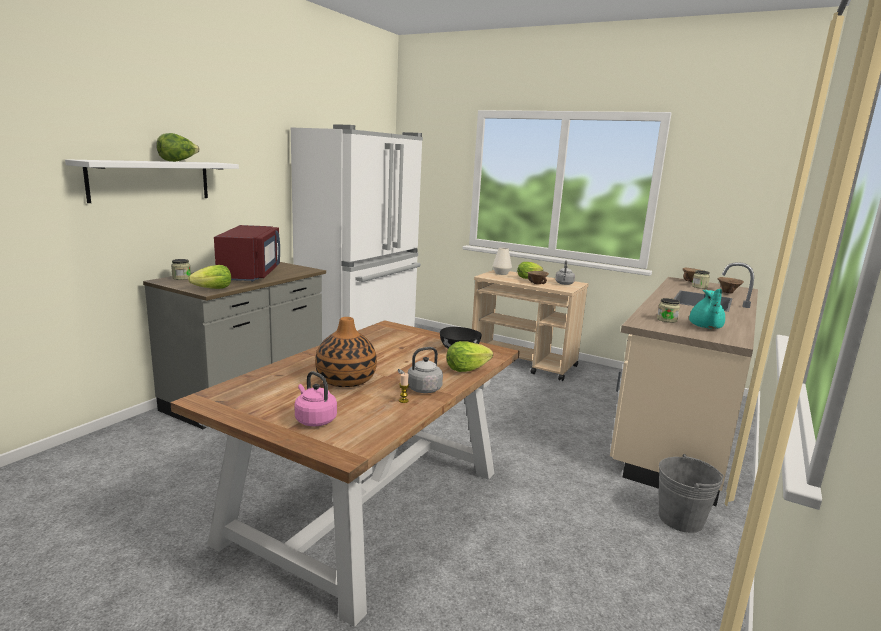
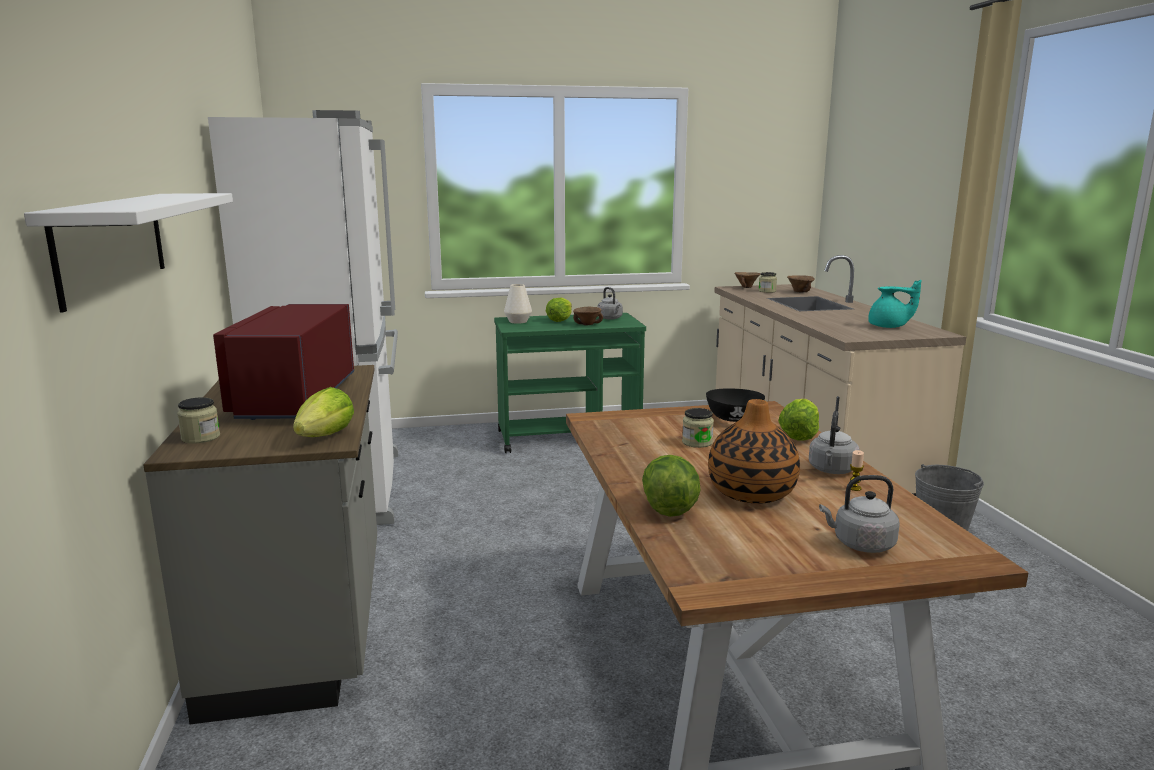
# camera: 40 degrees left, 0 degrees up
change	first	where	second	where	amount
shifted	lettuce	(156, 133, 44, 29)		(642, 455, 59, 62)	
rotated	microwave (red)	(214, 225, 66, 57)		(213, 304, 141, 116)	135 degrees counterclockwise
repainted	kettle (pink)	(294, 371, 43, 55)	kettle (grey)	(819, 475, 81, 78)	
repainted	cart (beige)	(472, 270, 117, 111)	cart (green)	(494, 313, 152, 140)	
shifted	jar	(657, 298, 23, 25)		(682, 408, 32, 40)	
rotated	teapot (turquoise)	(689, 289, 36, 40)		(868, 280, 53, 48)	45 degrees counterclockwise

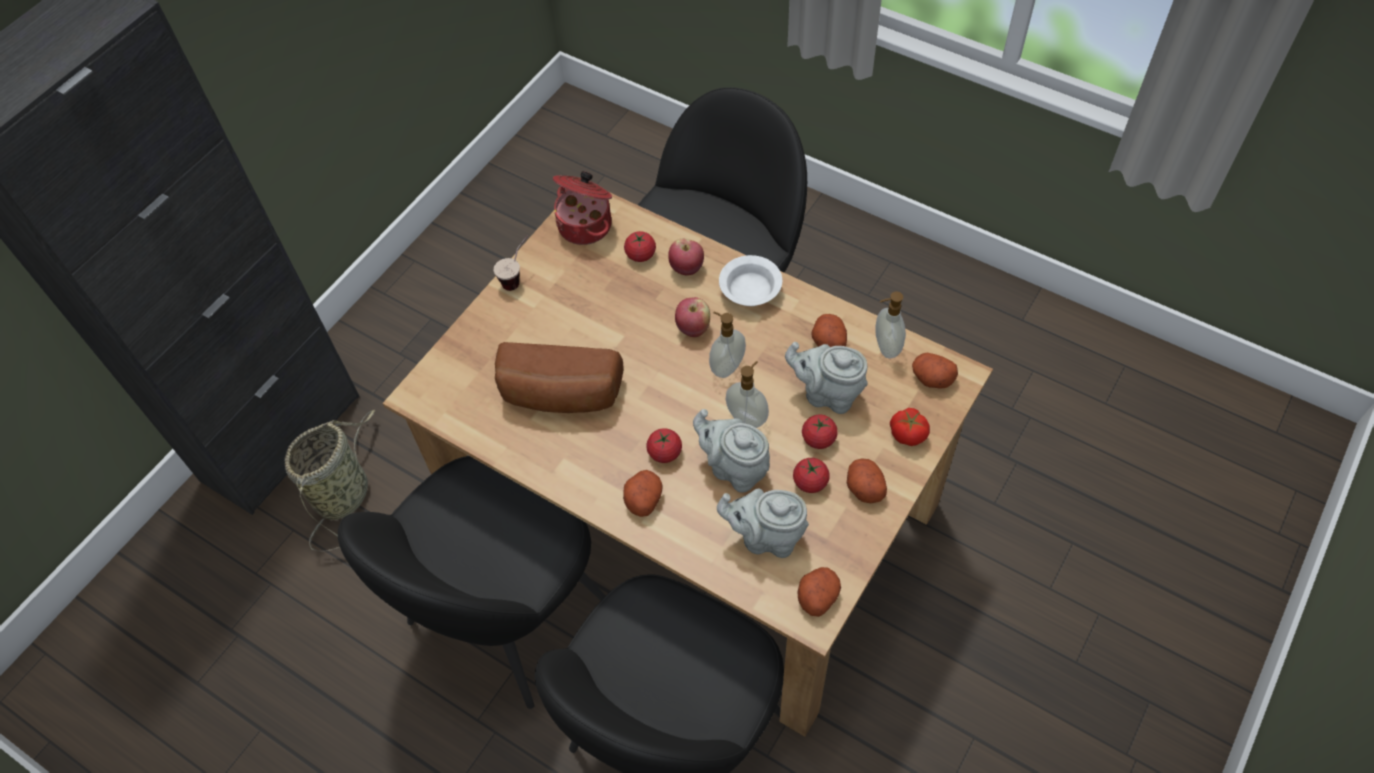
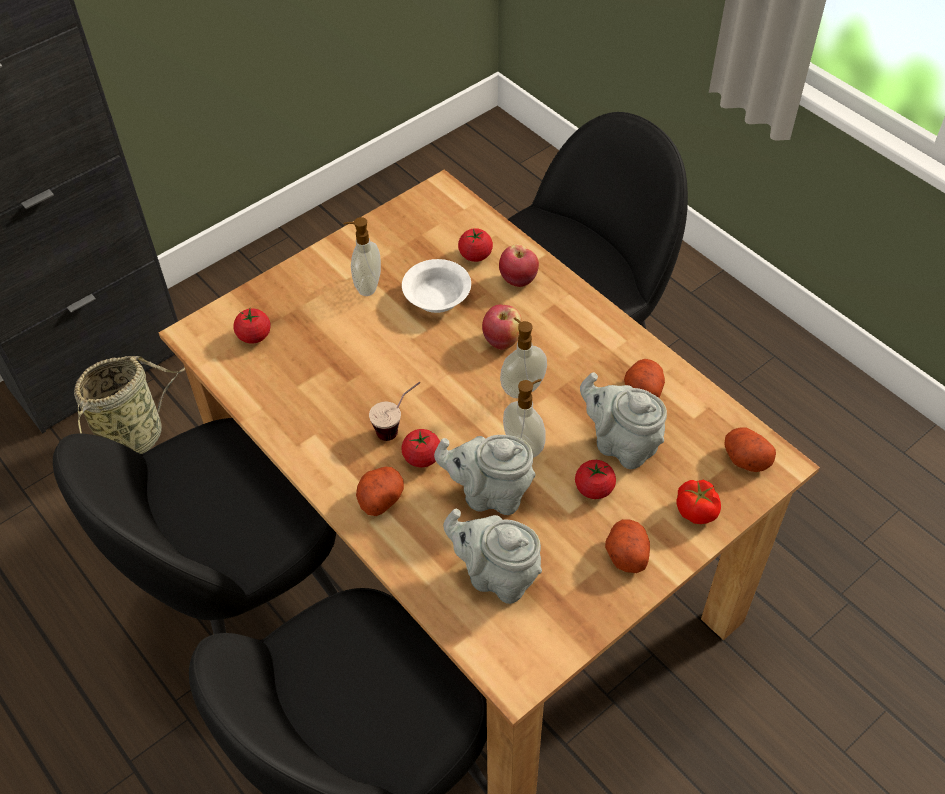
# camera: 15 degrees right, 5 degrees down
change	first	where	second	where	amount
shifted	cup	(494, 235, 34, 56)		(369, 382, 51, 59)	
gone	bread	(495, 342, 129, 71)			
gone	cooking pot	(553, 171, 59, 74)			
rotated	teapot (grey)	(693, 409, 77, 84)		(434, 435, 102, 80)	45 degrees counterclockwise
shifted	bowl (white)	(719, 255, 63, 51)		(402, 259, 69, 54)	
shifted	tomato	(793, 458, 37, 35)		(233, 308, 38, 36)	
gone	potato	(798, 567, 43, 50)			
shifted	soap dispenser	(875, 292, 31, 66)		(344, 217, 37, 79)	

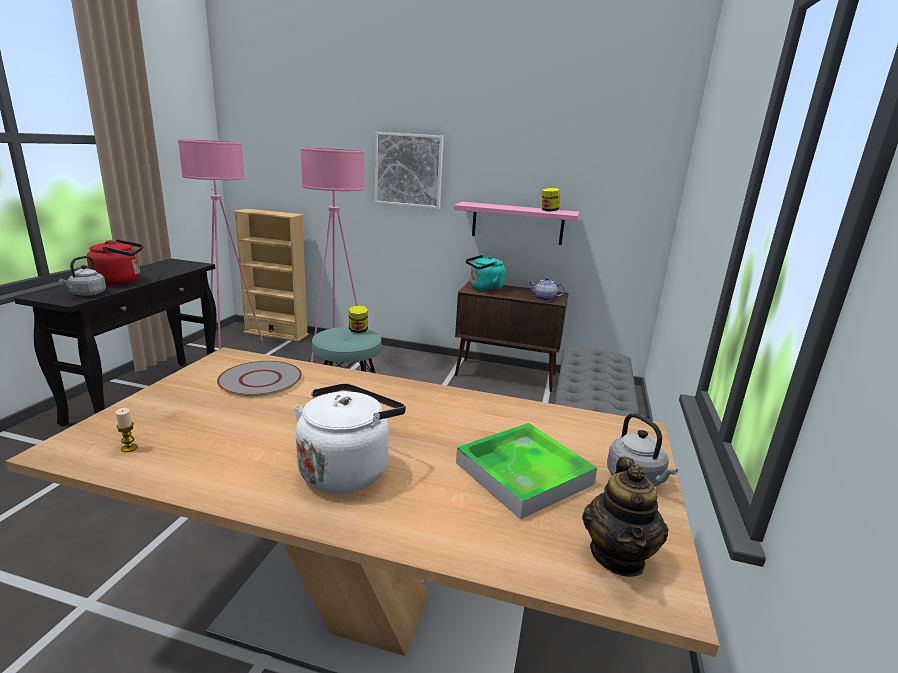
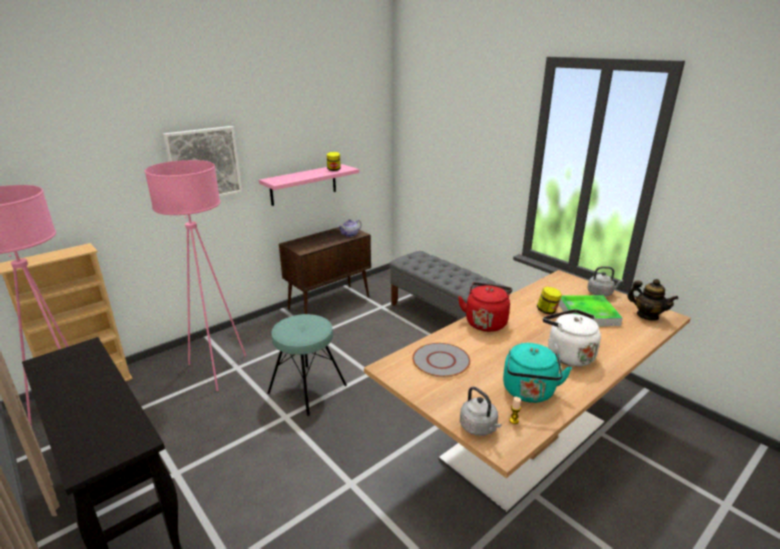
# camera: 55 degrees left, 5 degrees up
change	first	where	second	where	amount
shifted	kettle (grey)	(59, 256, 47, 40)		(460, 387, 41, 49)	
shifted	kettle (red)	(87, 239, 56, 46)		(458, 282, 54, 50)	
shifted	jar	(349, 305, 19, 28)		(537, 287, 25, 28)	
shifted	kettle (turquoise)	(465, 255, 40, 37)		(503, 343, 69, 60)	

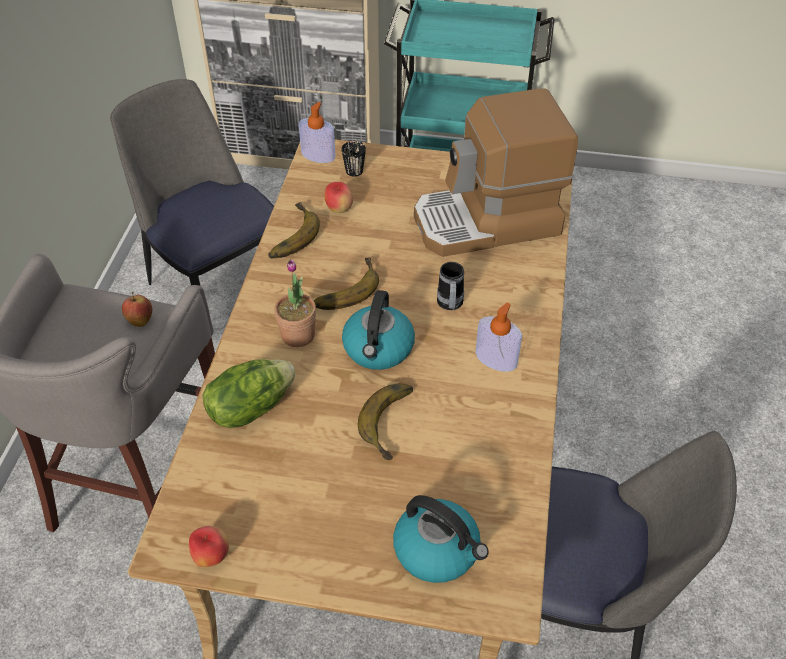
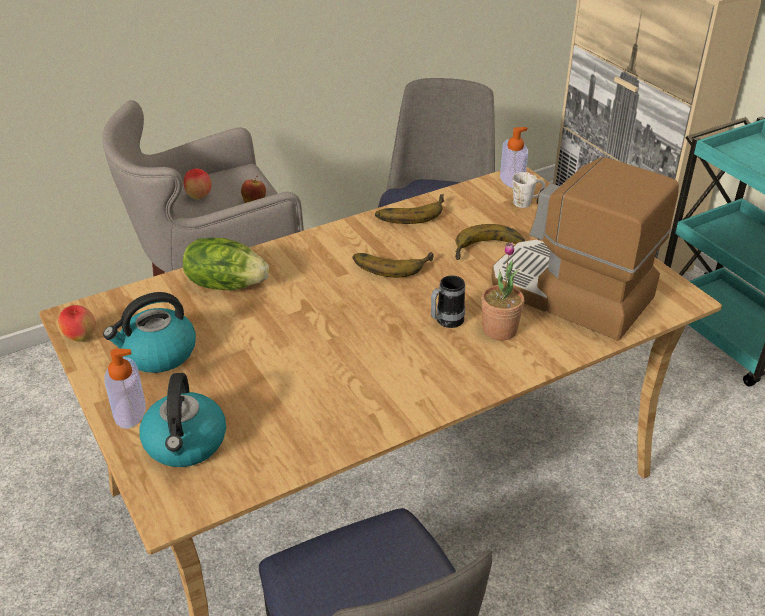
# camera: 50 degrees right, 10 degrees down
change	first	where	second	where	amount
shifted	potted plant	(274, 259, 42, 88)		(482, 242, 42, 99)	
shifted	apple	(324, 182, 29, 31)		(184, 169, 27, 30)	
repainted	mug (black)	(342, 141, 24, 36)	mug (white)	(512, 172, 33, 36)	
shifted	kettle	(342, 290, 73, 80)		(103, 292, 93, 81)	
shifted	banana	(358, 383, 55, 77)		(454, 224, 71, 36)	
shifted	soap dispenser	(475, 303, 47, 69)		(104, 348, 42, 81)	

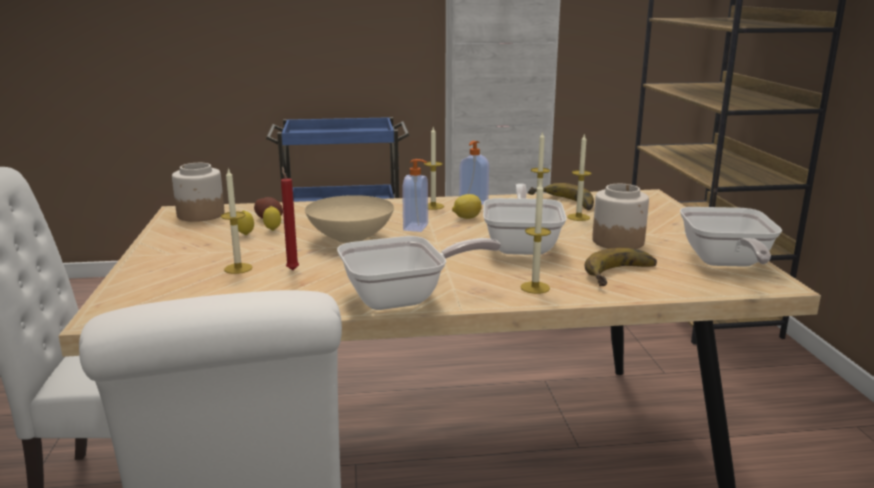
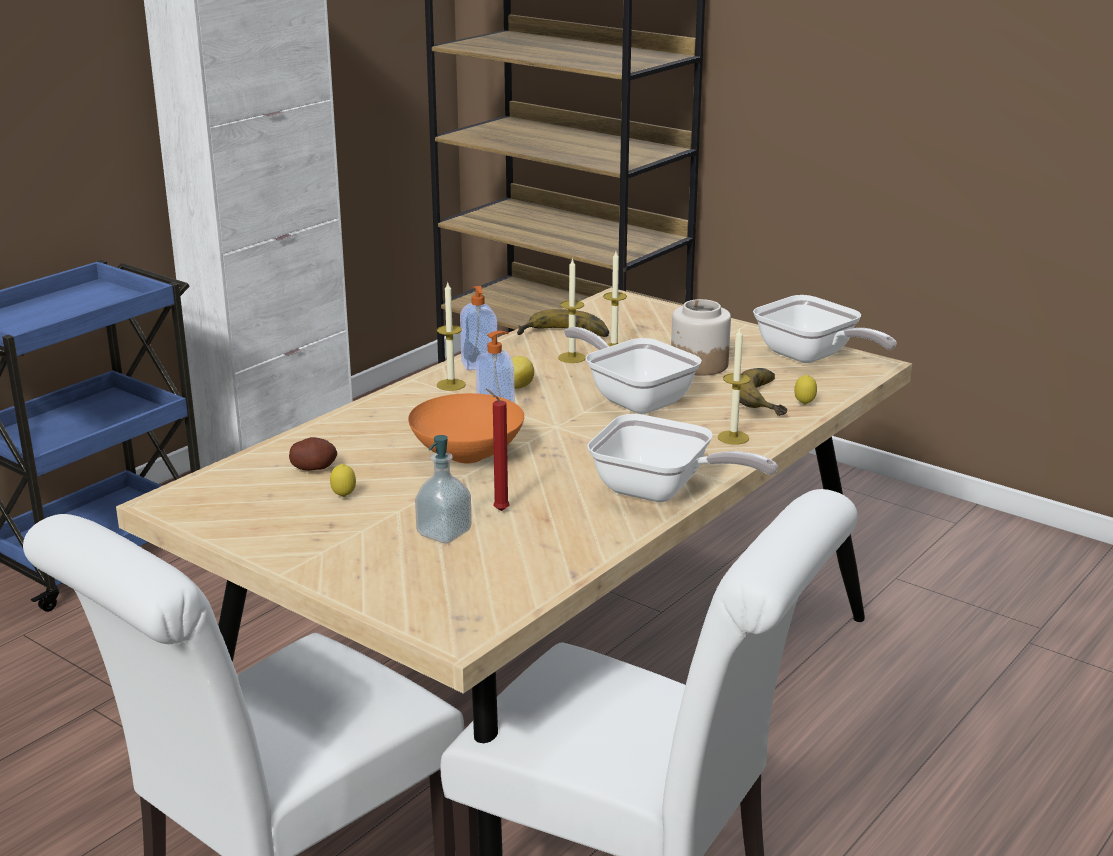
# camera: 45 degrees left, 5 degrees up
change	first	where	second	where	amount
gone	jar	(172, 163, 52, 59)			
swapped	candle	(221, 168, 32, 106)	soap dispenser	(415, 435, 57, 109)	
shifted	lemon	(263, 206, 18, 25)		(794, 375, 23, 30)	
repainted	bowl (beige)	(305, 195, 89, 48)	bowl (orange)	(408, 393, 116, 70)	
rotated	frying pan	(337, 236, 164, 74)		(587, 414, 191, 88)	90 degrees clockwise

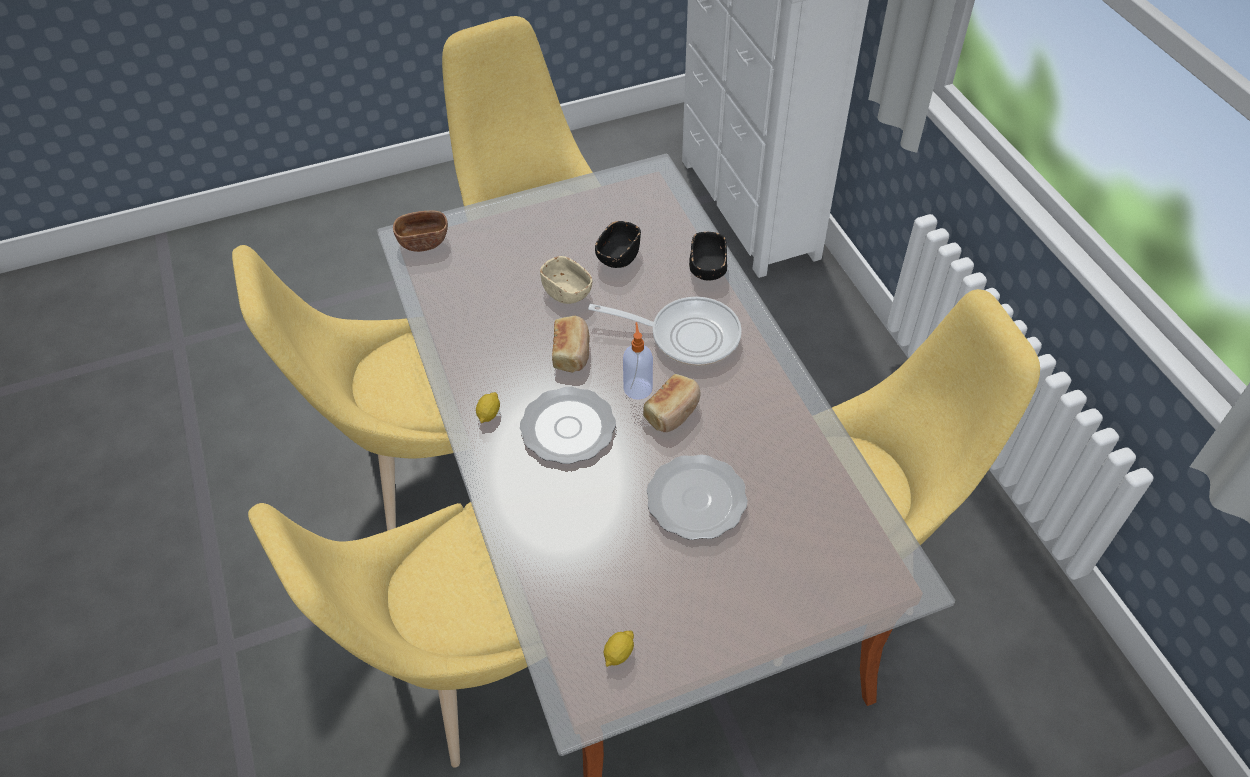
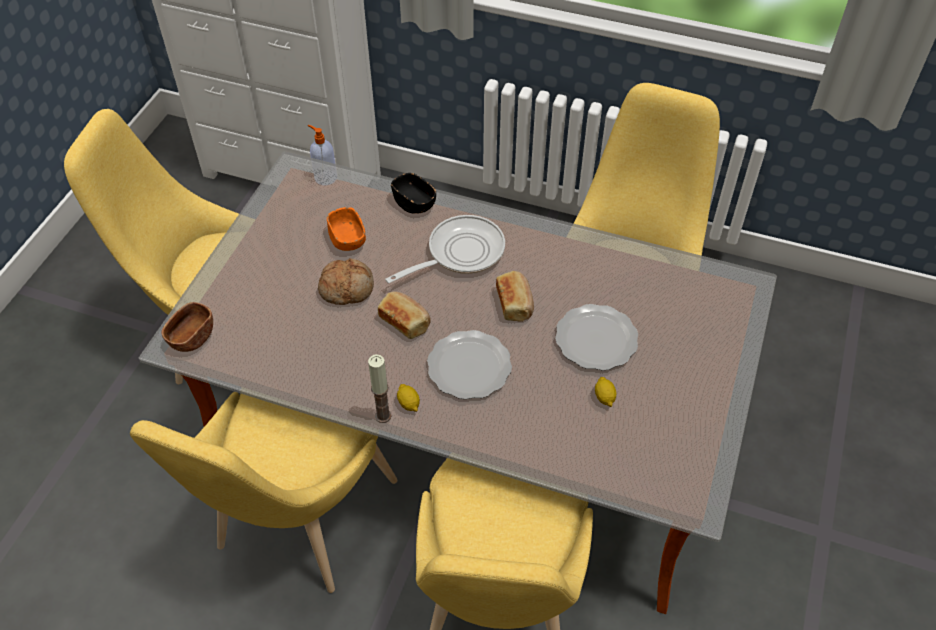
# camera: 50 degrees left, 0 degrees up
change	first	where	second	where	amount
swapped	bowl (beige)	(540, 256, 52, 48)	bread	(318, 258, 56, 47)	
repainted	bowl (black)	(595, 221, 46, 47)	bowl (orange)	(327, 207, 39, 44)	
shifted	lemon	(604, 631, 30, 36)		(595, 377, 21, 30)	
shifted	soap dispenser	(623, 322, 30, 78)		(308, 125, 29, 60)	
new			candle	(368, 354, 24, 69)	

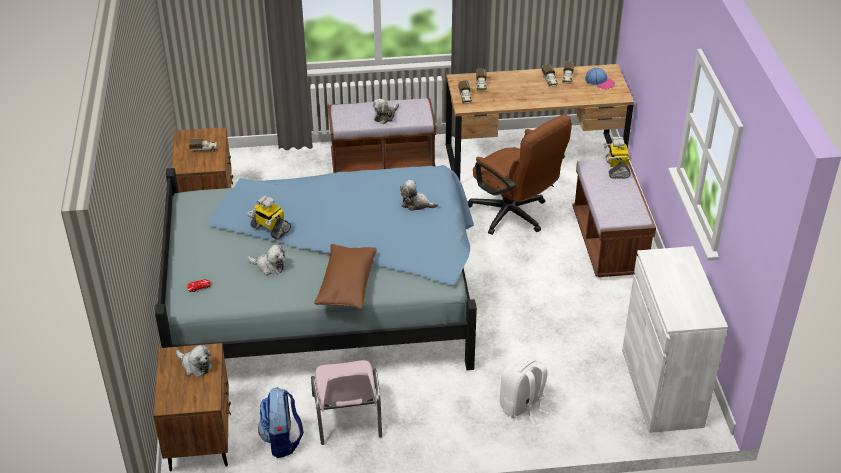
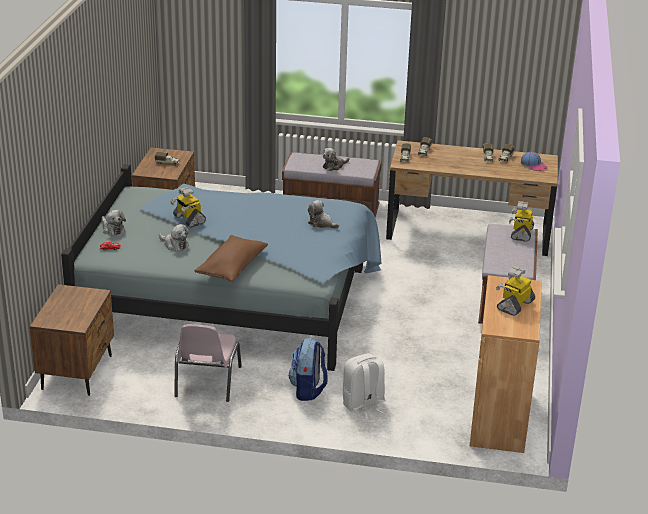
# camera: 15 degrees right, 10 degrees down
change	first	where	second	where	amount
shifted	plush toy	(176, 345, 37, 31)		(102, 210, 24, 25)	
shifted	backpack	(258, 387, 46, 71)		(289, 338, 38, 63)	
gone	office chair (brown)	(468, 114, 104, 121)			
repainted	cabinet (white)	(622, 246, 106, 187)	cabinet (brown)	(470, 275, 72, 178)	
new			toy robot	(496, 266, 39, 50)	

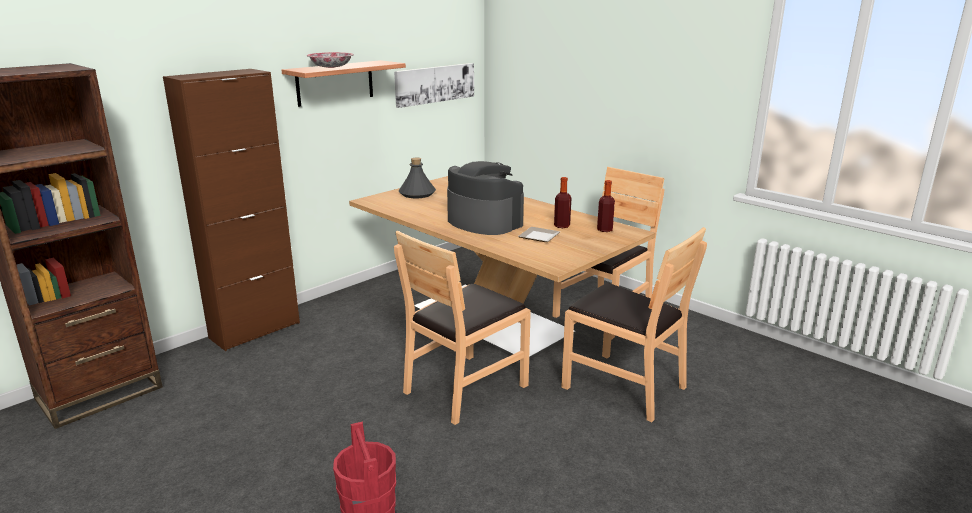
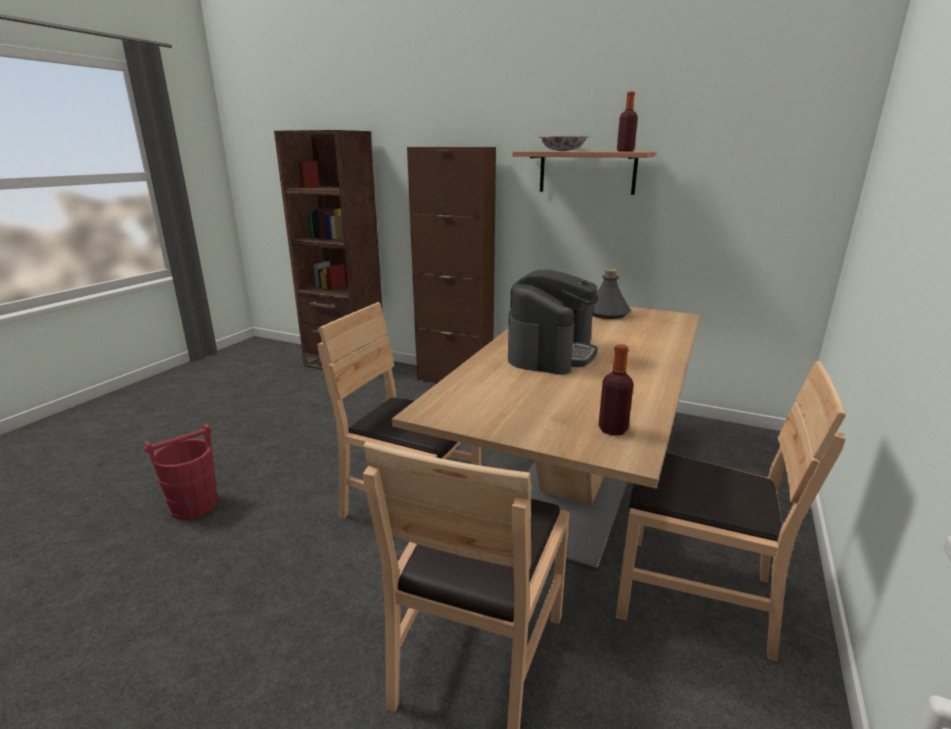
# camera: 70 degrees right, 0 degrees up
change	first	where	second	where	amount
gone	picture	(394, 63, 80, 45)			
gone	plate	(518, 227, 42, 15)			
shifted	bottle	(554, 177, 17, 51)		(617, 92, 21, 59)	

